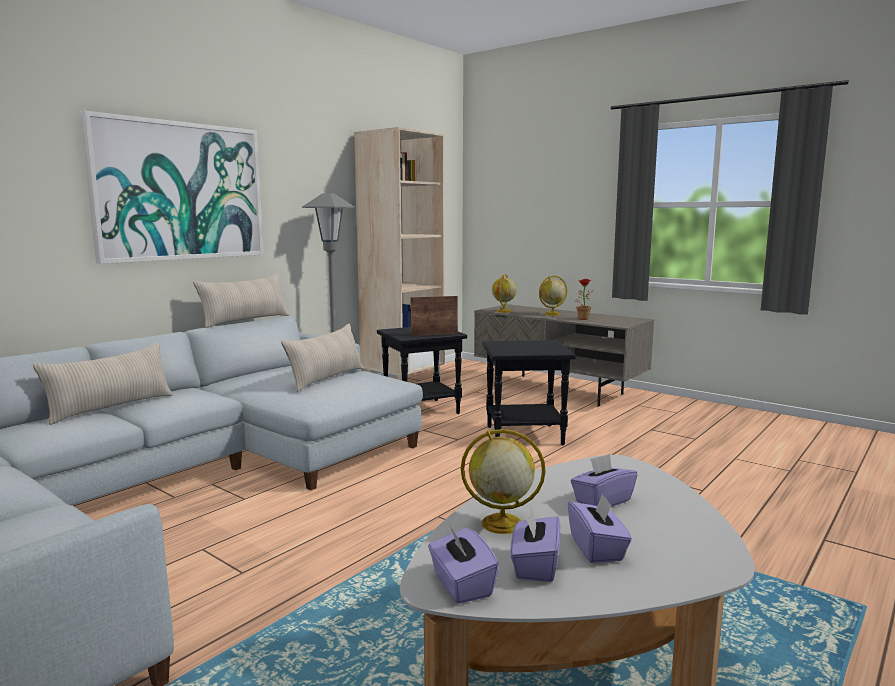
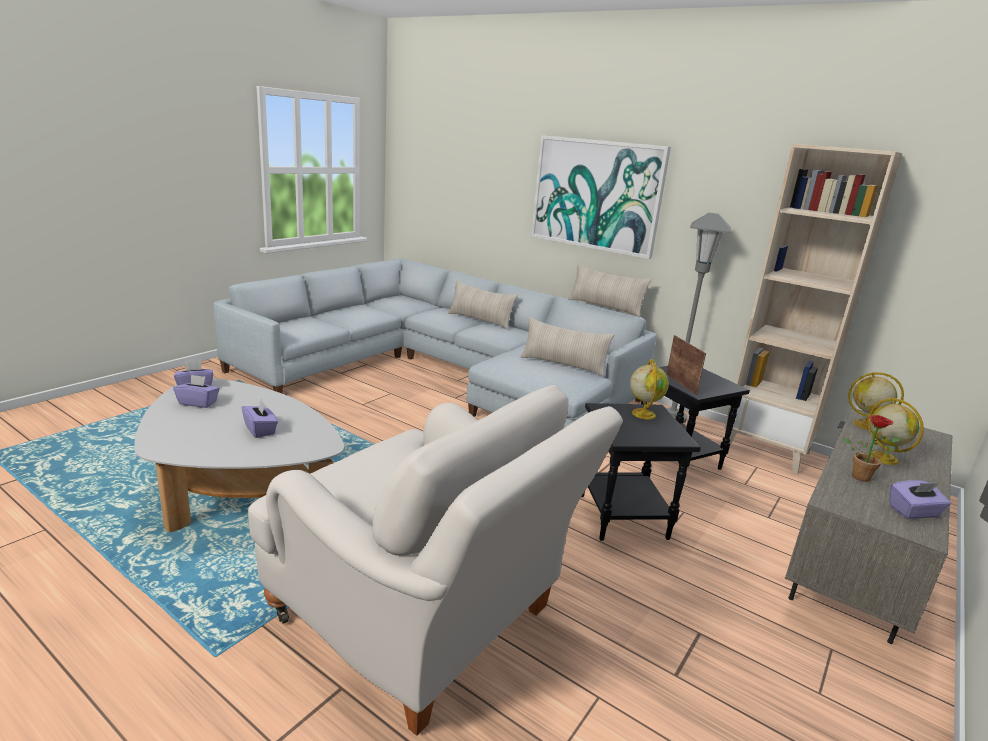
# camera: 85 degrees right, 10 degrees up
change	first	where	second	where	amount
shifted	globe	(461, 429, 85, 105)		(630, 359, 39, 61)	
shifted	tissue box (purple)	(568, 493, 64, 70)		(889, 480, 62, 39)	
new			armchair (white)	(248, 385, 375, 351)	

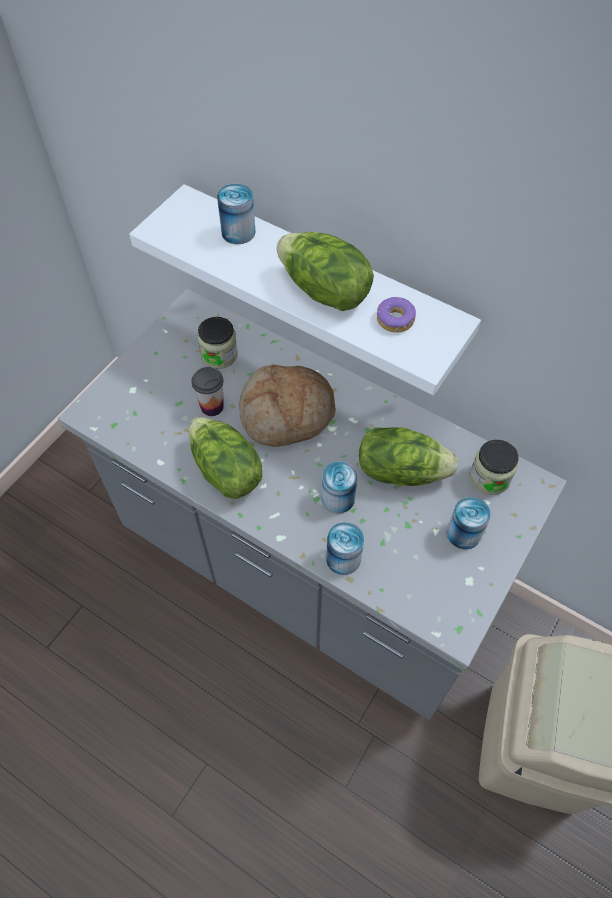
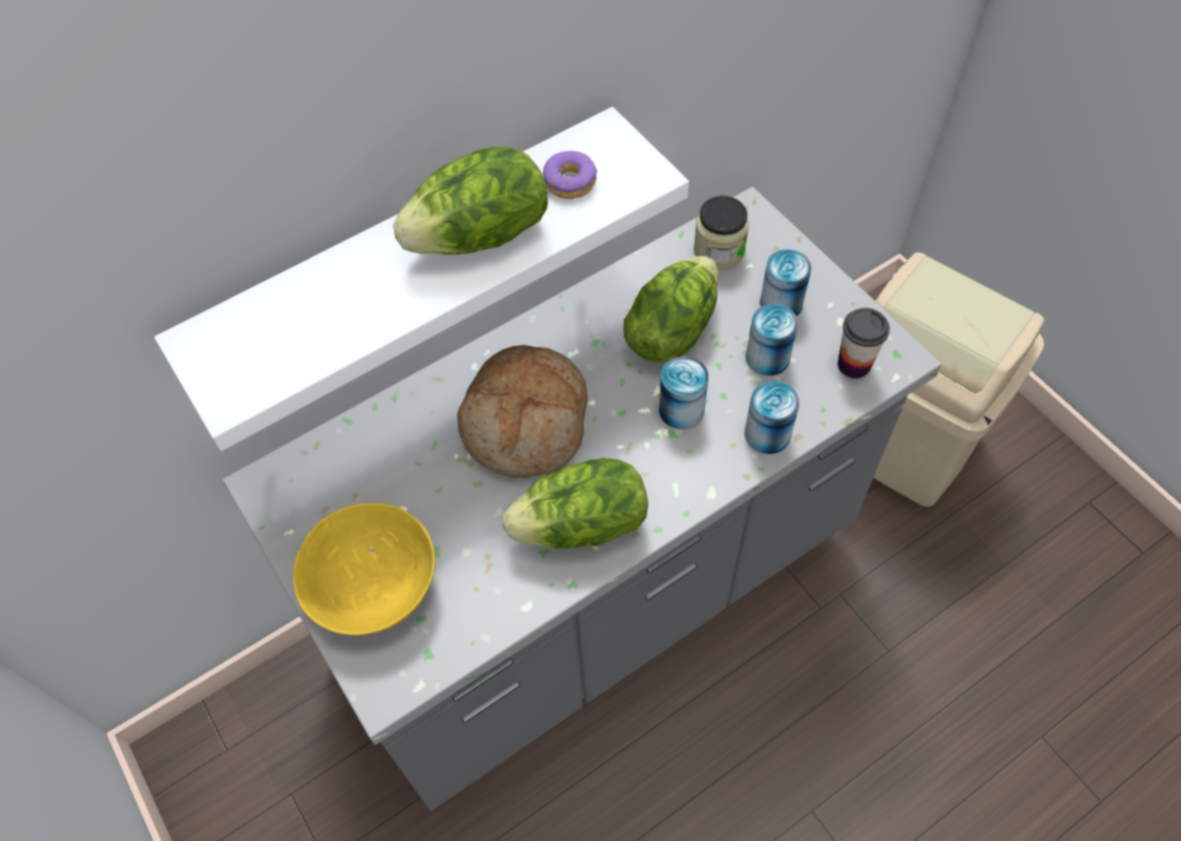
# camera: 65 degrees left, 0 degrees up
change	first	where	second	where	amount
shifted	cup	(191, 367, 33, 49)		(838, 308, 52, 70)	
gone	jar	(198, 317, 40, 52)			
shifted	can	(217, 184, 39, 60)		(746, 304, 52, 72)	
new			bowl (yellow)	(293, 503, 142, 132)	

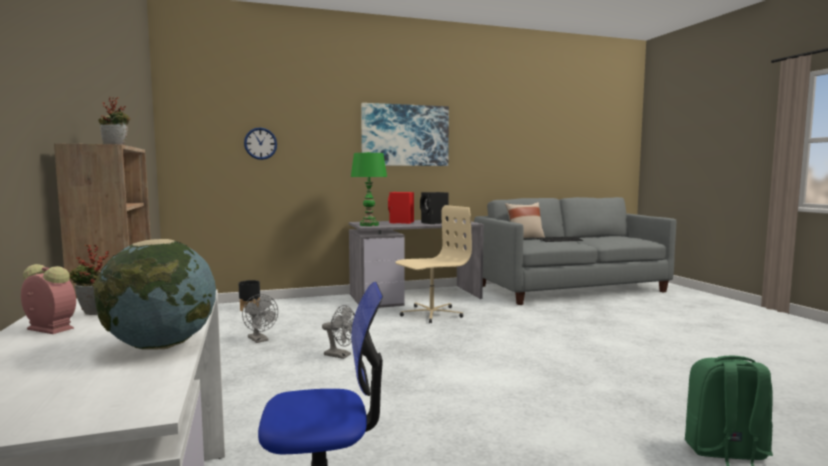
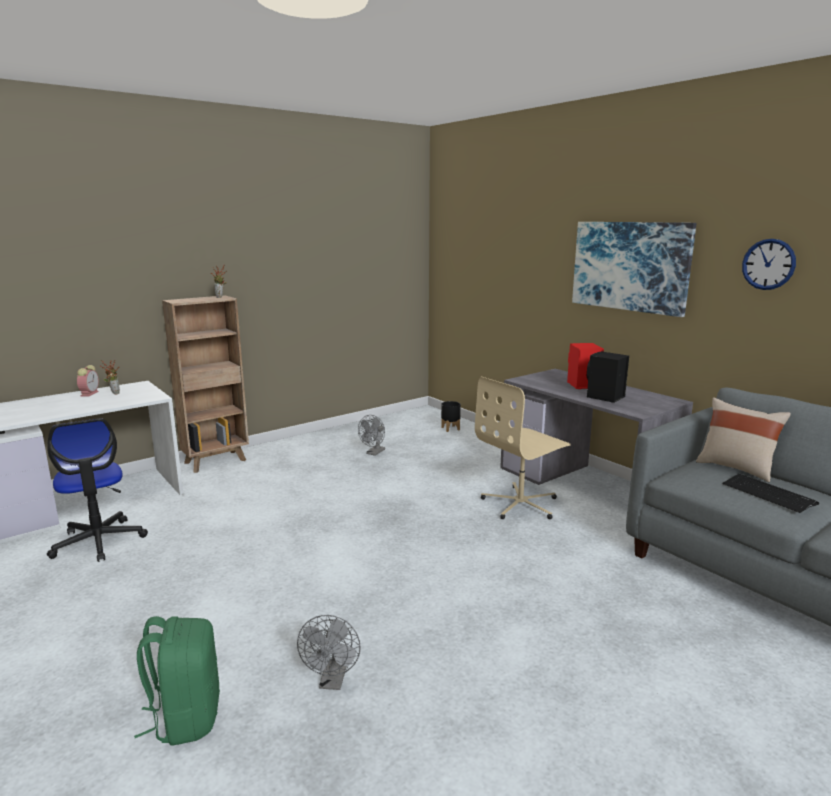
# camera: 70 degrees right, 10 degrees up
change	first	where	second	where	amount
gone	globe	(94, 239, 122, 111)			
shifted	wall clock	(244, 127, 33, 33)		(742, 239, 54, 51)	
shifted	fan (grey)	(322, 305, 33, 54)		(297, 615, 64, 75)	
gone	table lamp (green)	(351, 152, 36, 74)			
rotated	office chair (beige)	(395, 205, 77, 118)		(475, 377, 96, 143)	105 degrees clockwise

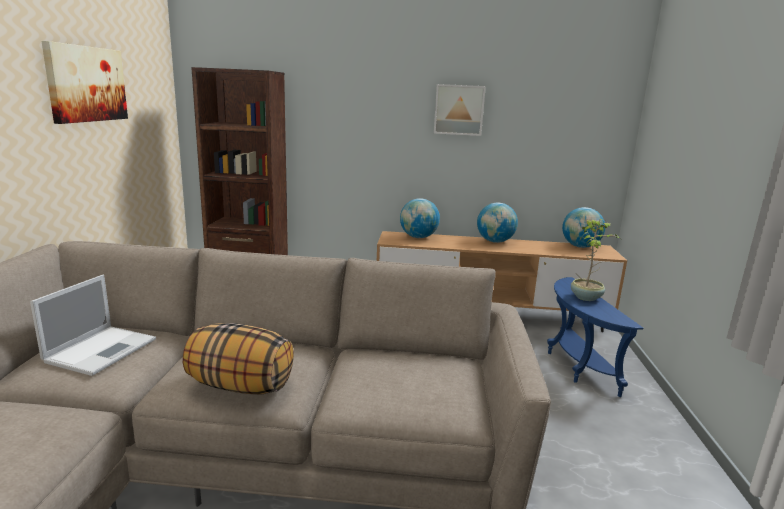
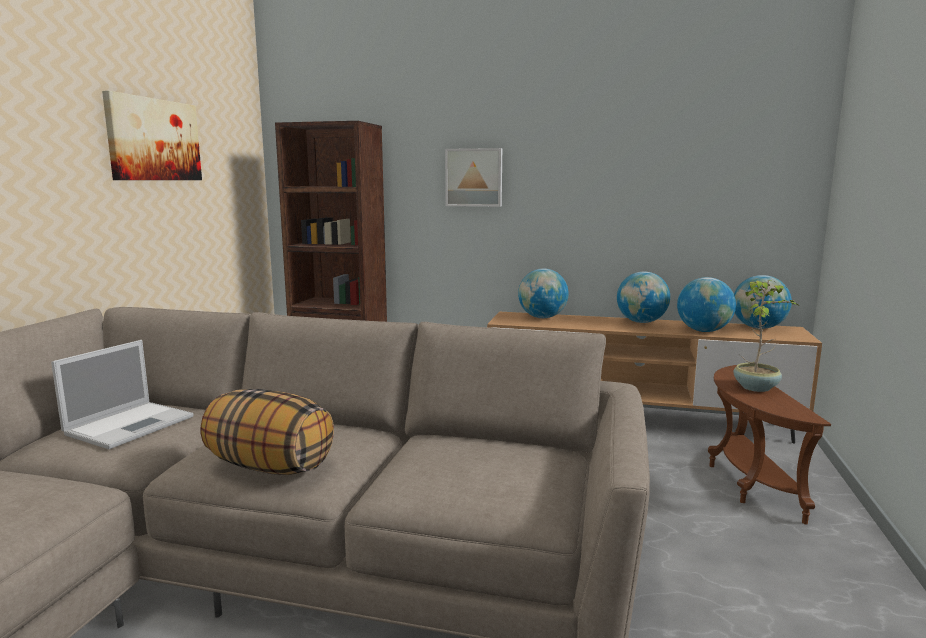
# camera: 10 degrees right, 5 degrees down
change	first	where	second	where	amount
shifted	picture	(434, 84, 52, 52)		(445, 148, 57, 59)	
repainted	side table (blue)	(547, 277, 96, 120)	side table (brown)	(708, 365, 123, 159)	
new			globe	(677, 277, 59, 55)	

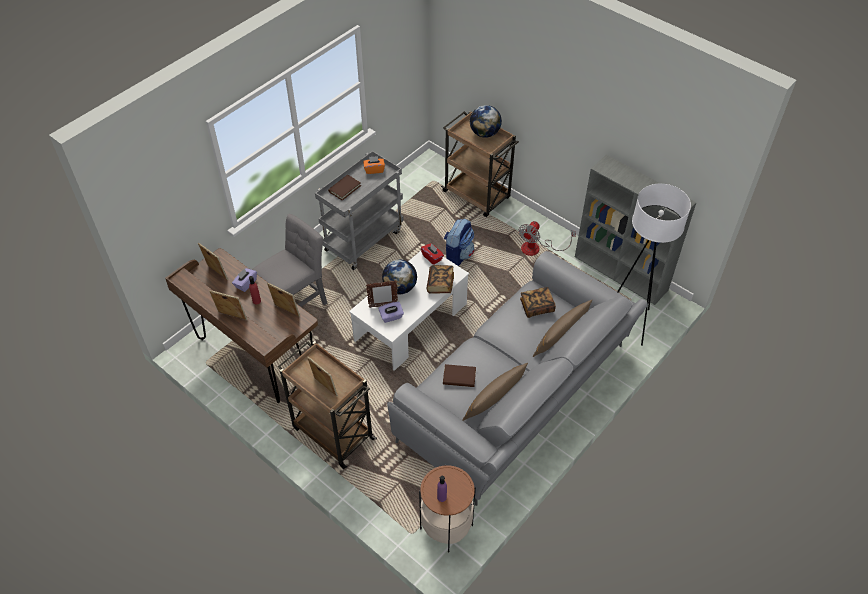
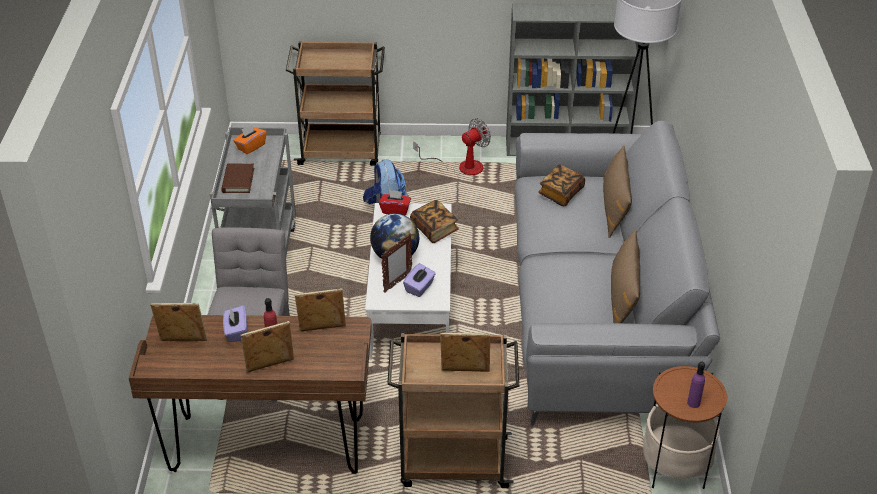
# camera: 40 degrees left, 10 degrees down
change	first	where	second	where	amount
gone	book (brown)	(443, 364, 33, 23)			
gone	globe	(470, 105, 32, 33)			
rotated	fan	(519, 221, 57, 35)		(413, 119, 78, 56)	120 degrees counterclockwise

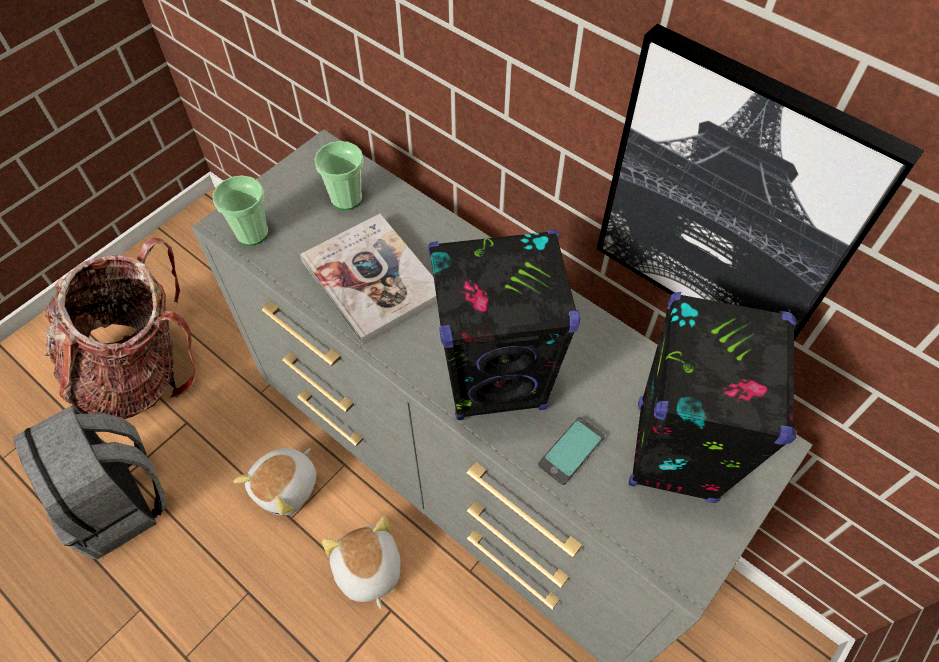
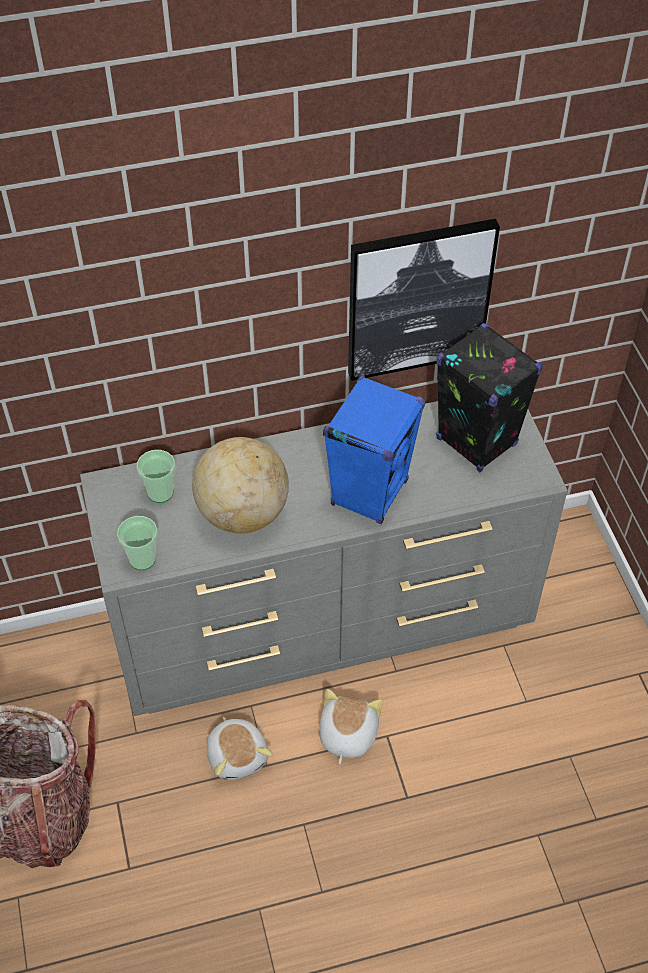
# camera: 55 degrees left, 5 degrees down
change	first	where	second	where	amount
gone	backpack (grey)	(14, 406, 153, 153)			
swapped	book	(300, 214, 137, 131)	globe	(192, 437, 97, 97)	
rotated	plush toy	(322, 516, 79, 93)		(319, 689, 64, 75)	90 degrees clockwise
repainted	speaker (black)	(428, 229, 152, 191)	speaker (blue)	(323, 375, 102, 149)	
gone	phone	(538, 417, 67, 68)			

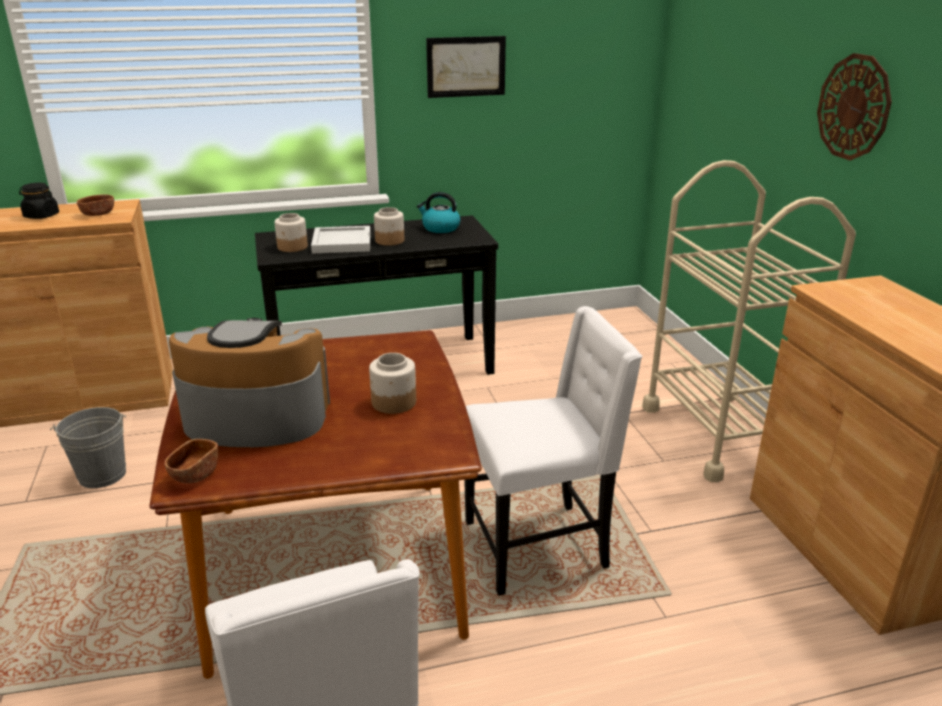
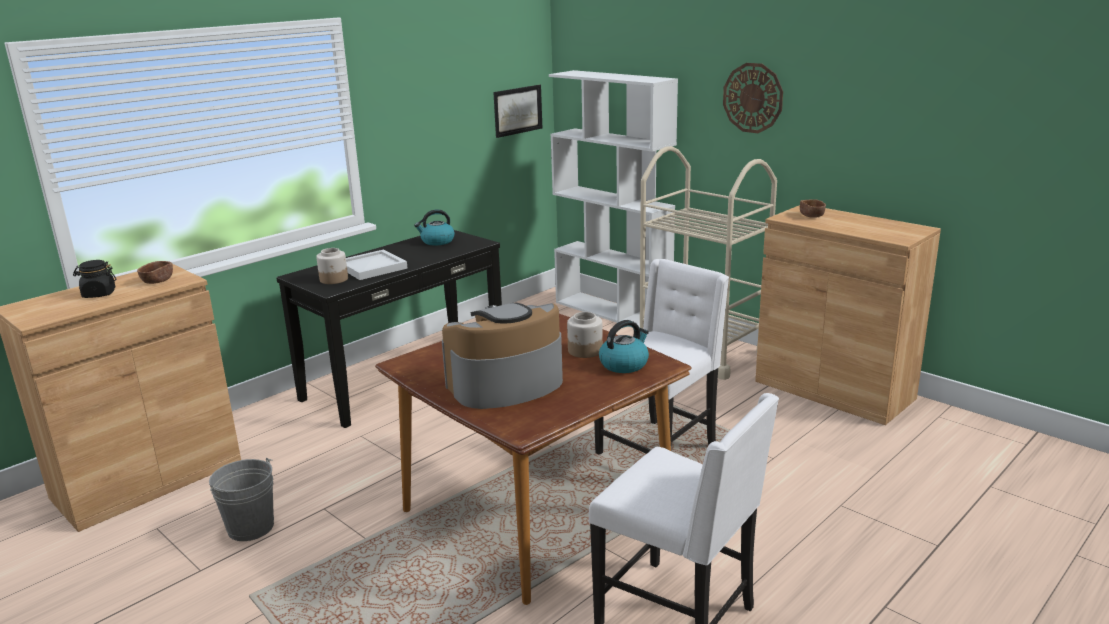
# camera: 30 degrees left, 5 degrees down
change	first	where	second	where	amount
shifted	bowl (brown)	(164, 439, 54, 45)		(800, 199, 26, 19)	
gone	jar	(374, 207, 30, 39)			
shifted	picture	(426, 36, 80, 62)		(493, 85, 49, 53)	
new			bookcase (white)	(549, 70, 129, 258)	
new			kettle	(599, 320, 50, 53)	

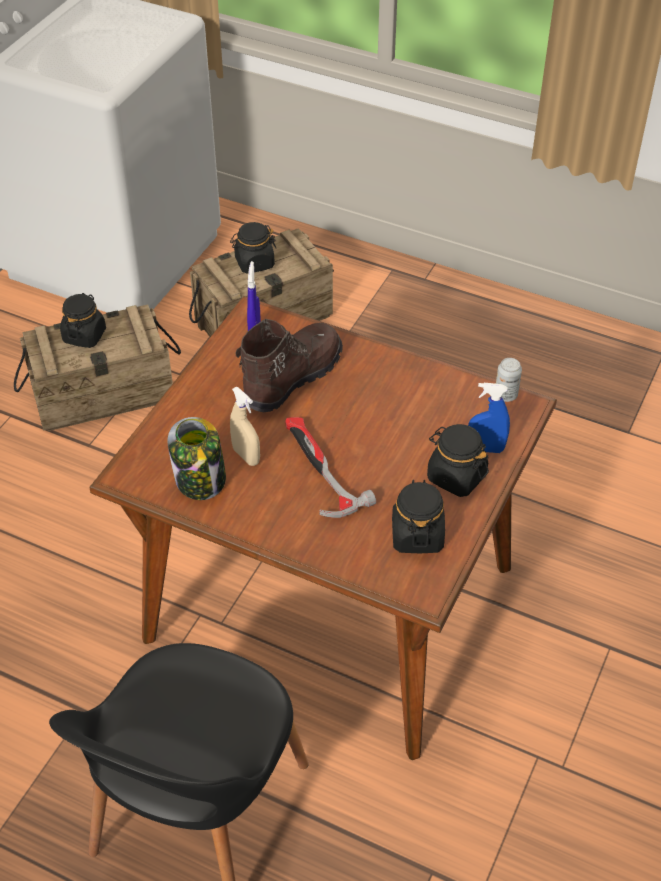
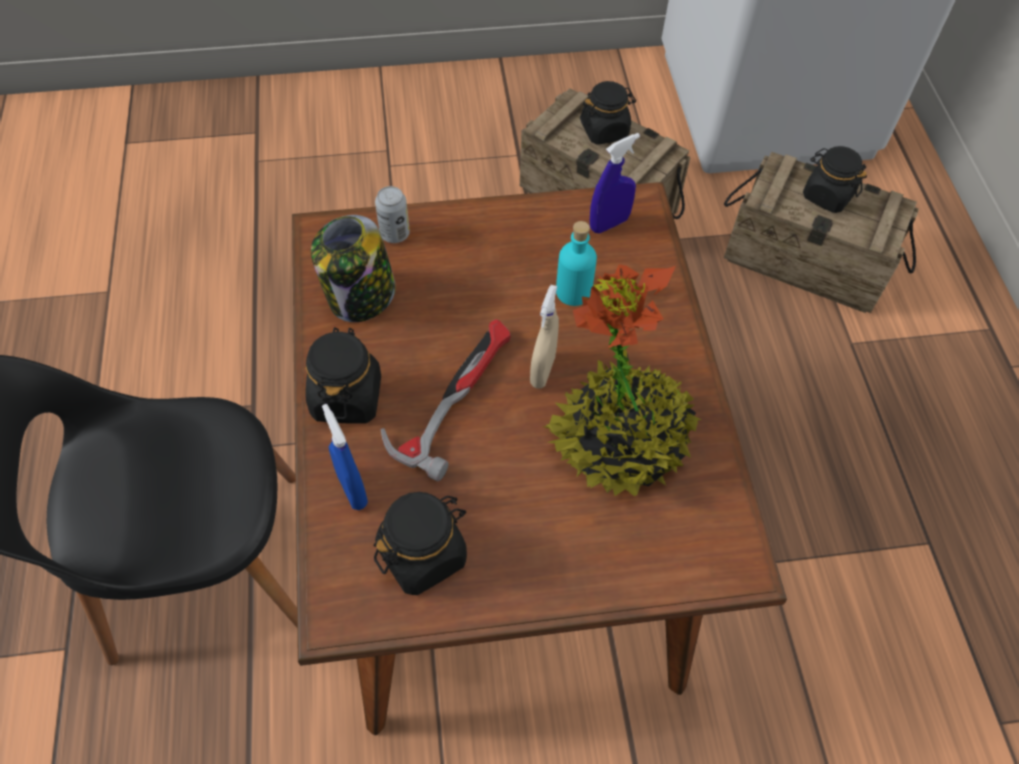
# camera: 55 degrees right, 10 degrees up
change	first	where	second	where	amount
shifted	spray bottle (beige)	(230, 387, 30, 79)		(530, 285, 29, 104)	
swapped	boot (brown)	(235, 319, 108, 93)	bottle (turquoise)	(556, 221, 41, 85)	
shifted	jar (black)	(427, 424, 62, 73)		(305, 327, 76, 96)	
shifted	spray bottle (blue)	(468, 383, 42, 70)		(322, 404, 46, 106)	
shifted	can	(496, 358, 26, 44)		(375, 186, 35, 57)	
new			potted plant	(542, 264, 159, 232)	

